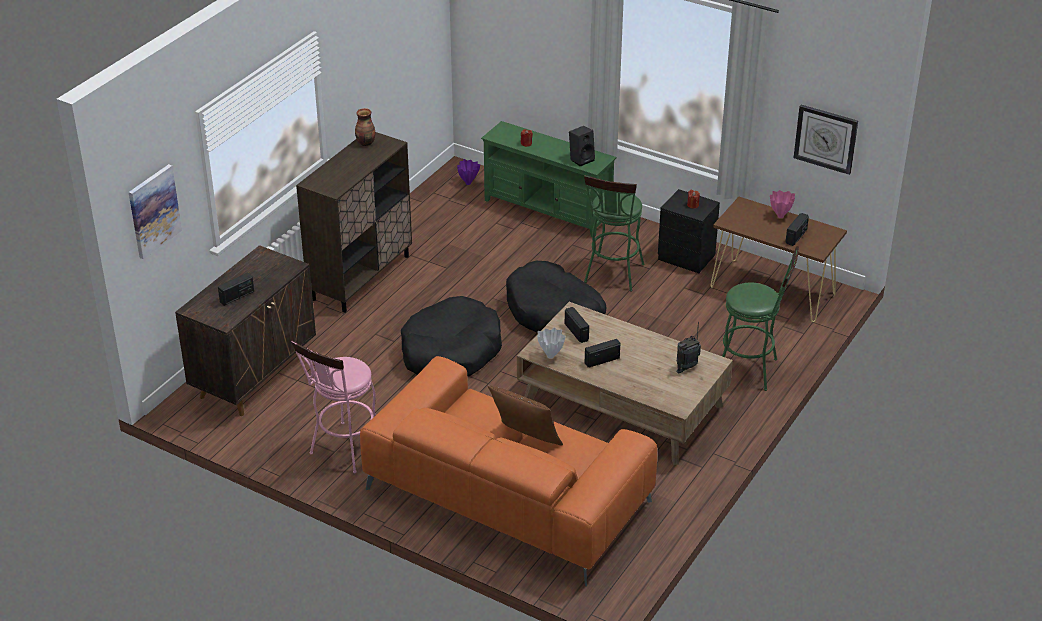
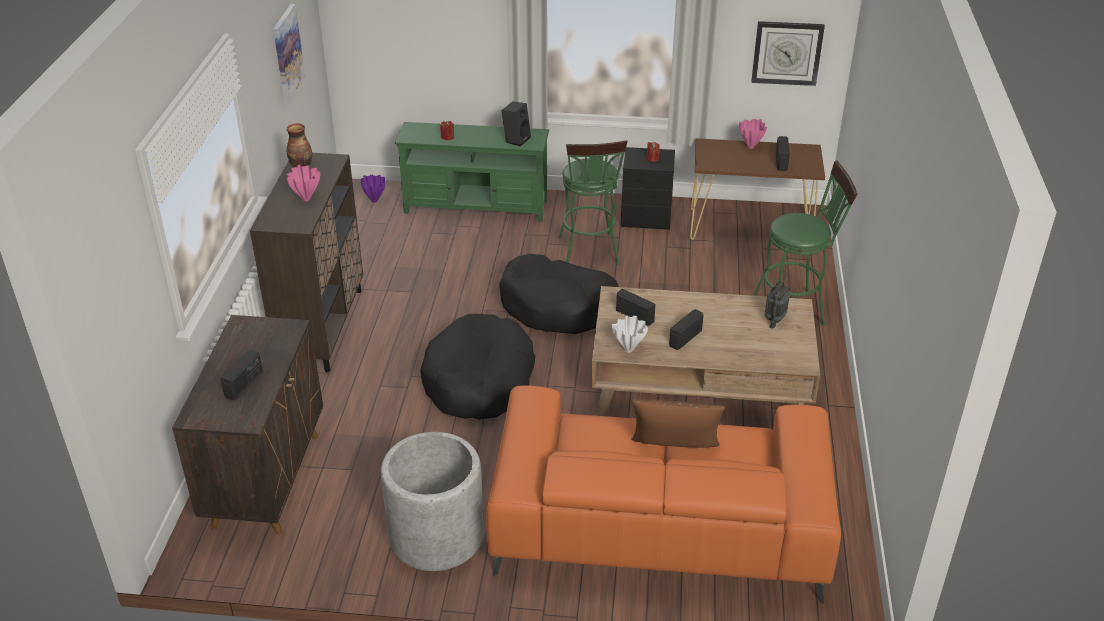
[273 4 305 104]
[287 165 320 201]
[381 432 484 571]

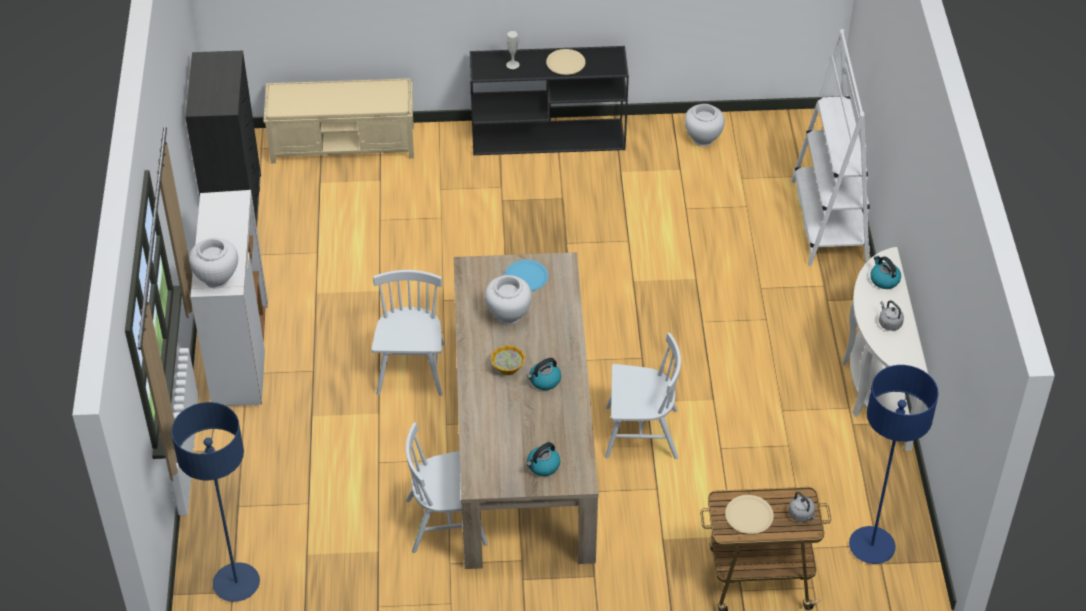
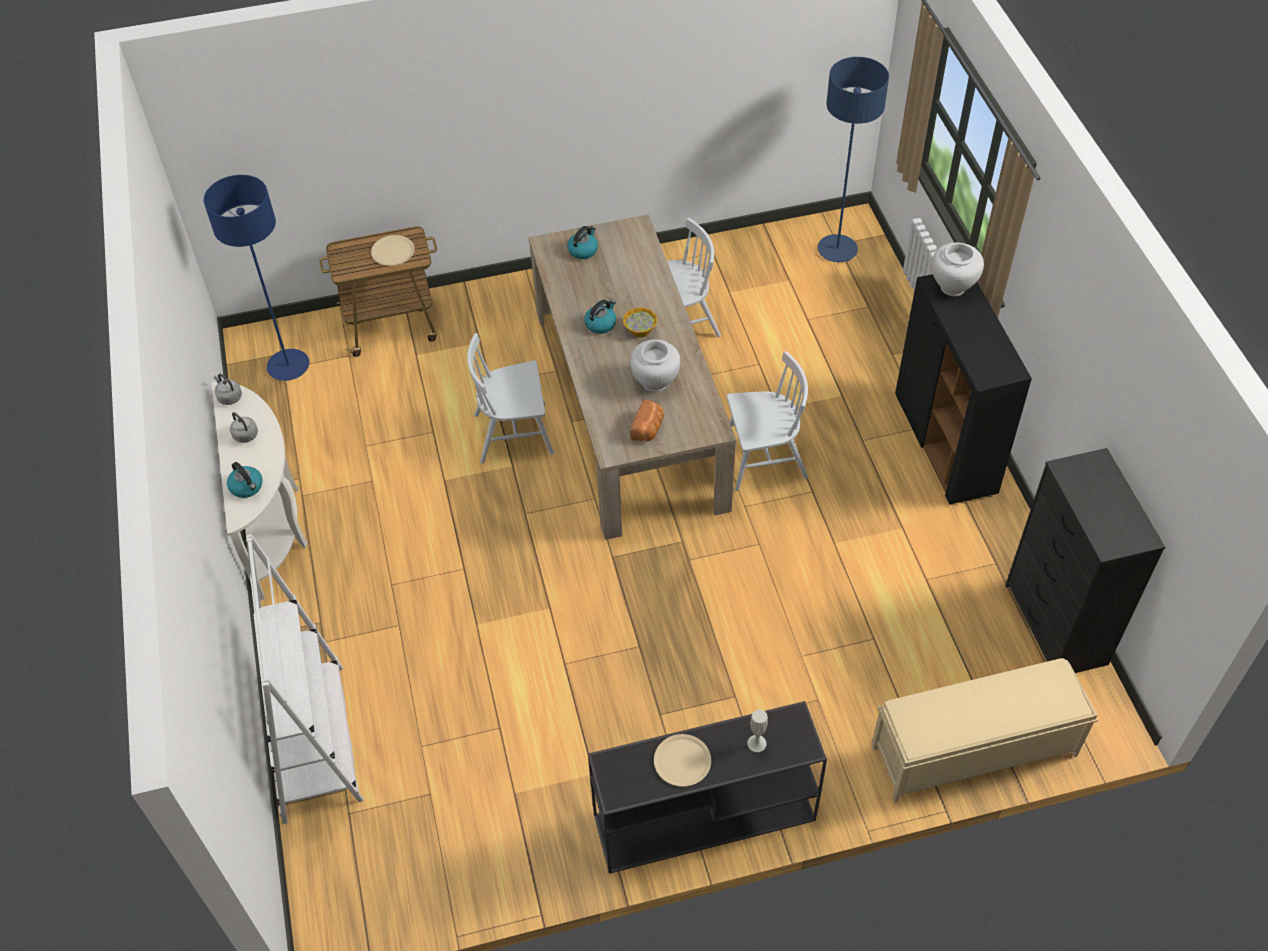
[214 374 242 405]
[630 399 664 441]
[727 351 808 491]
[895 274 1032 505]
[685 104 725 146] (first image)

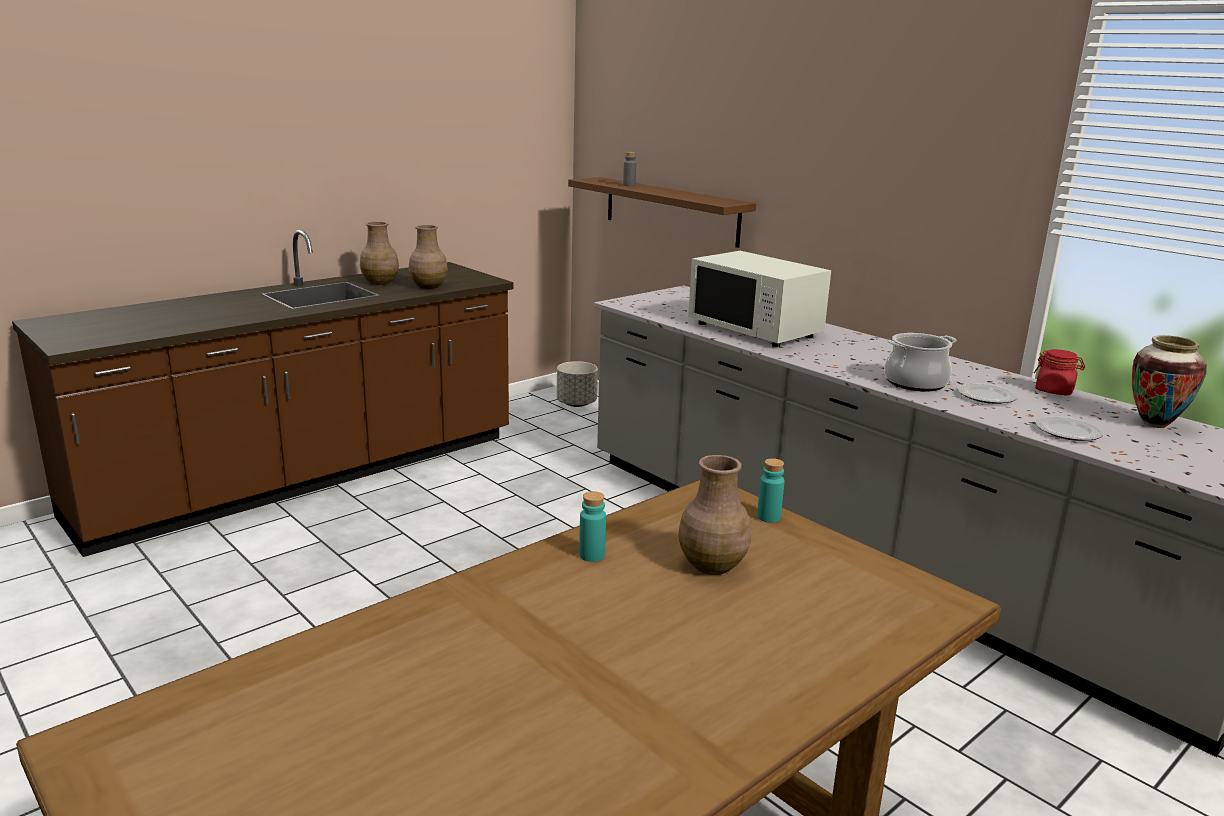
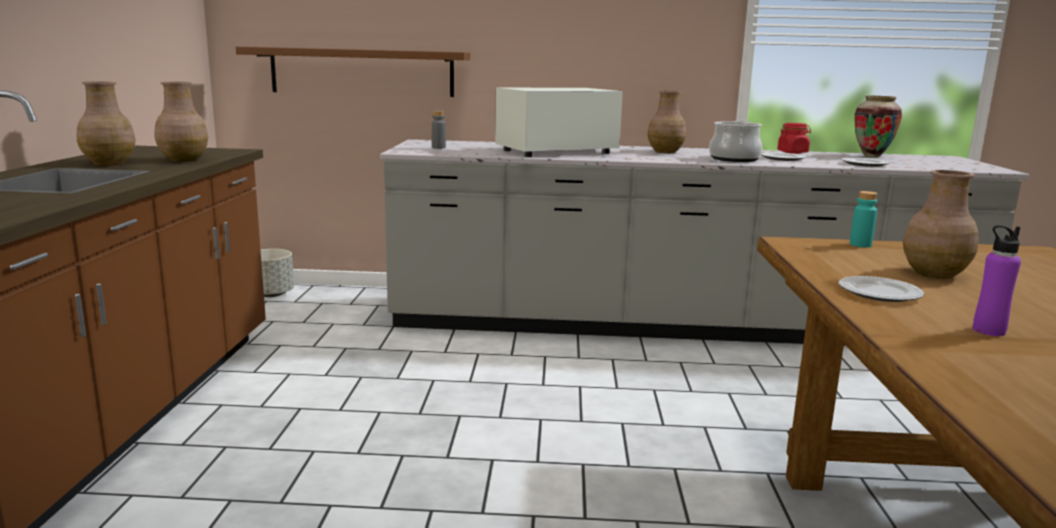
[431 111 446 149]
[495 87 623 157]
[647 91 686 153]
[839 276 924 302]
[973 225 1021 336]

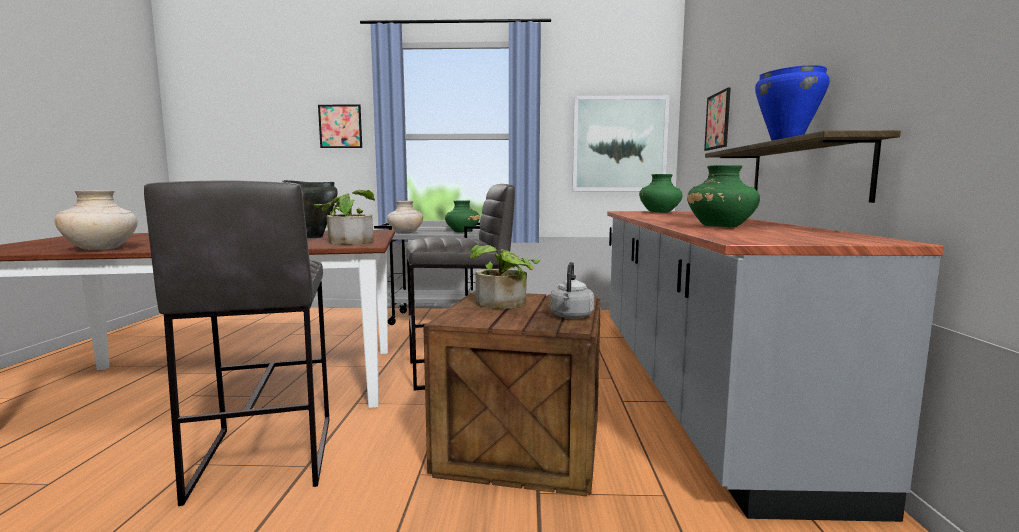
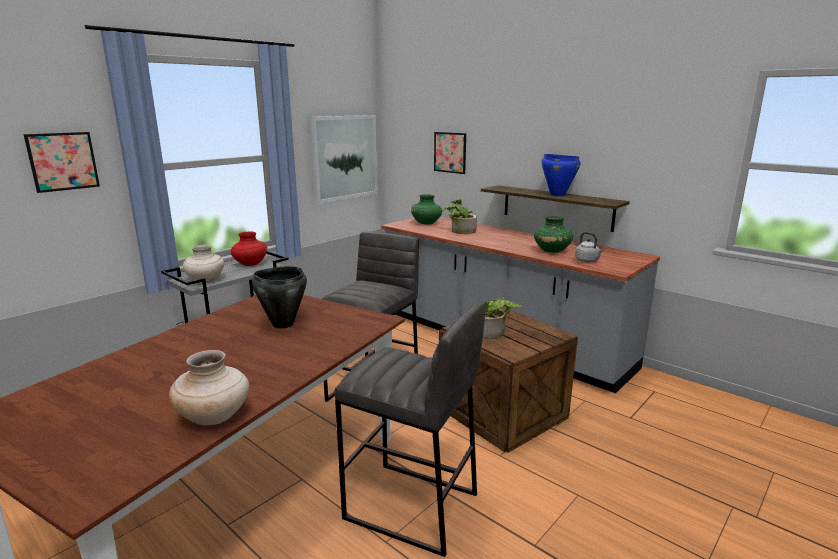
[231 232 268 266]
[441 199 477 234]
[575 232 604 263]

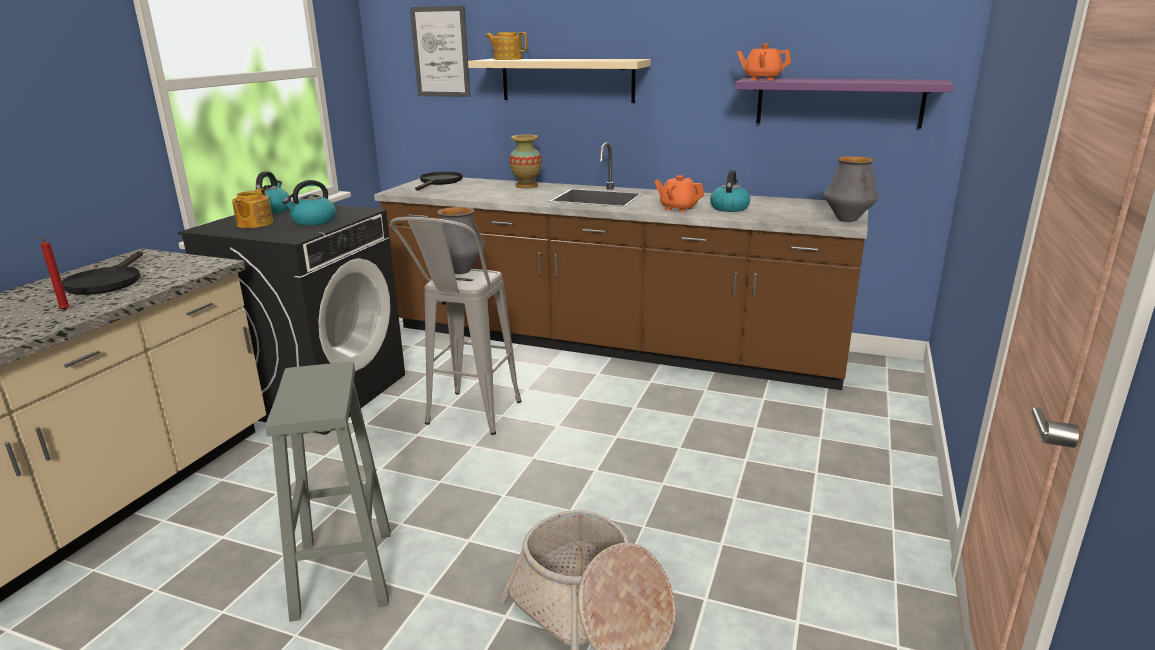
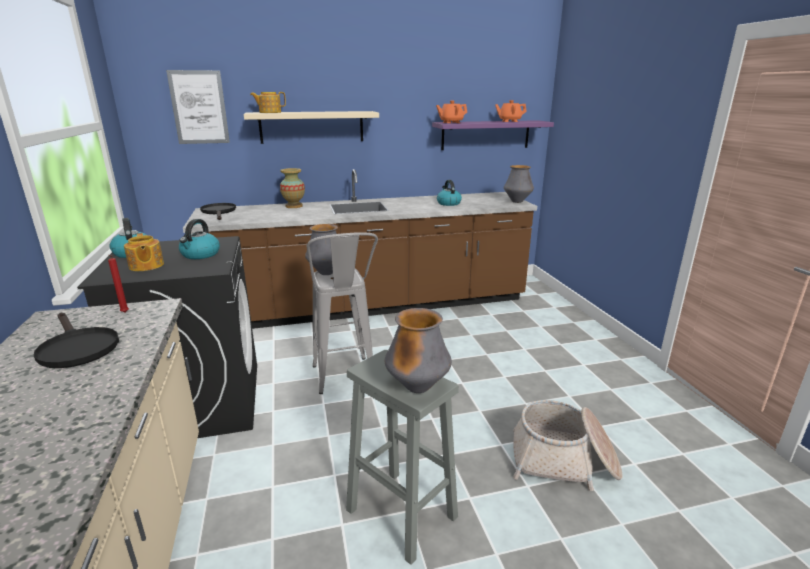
[108 255 129 312]
[385 308 452 393]
[495 100 527 122]

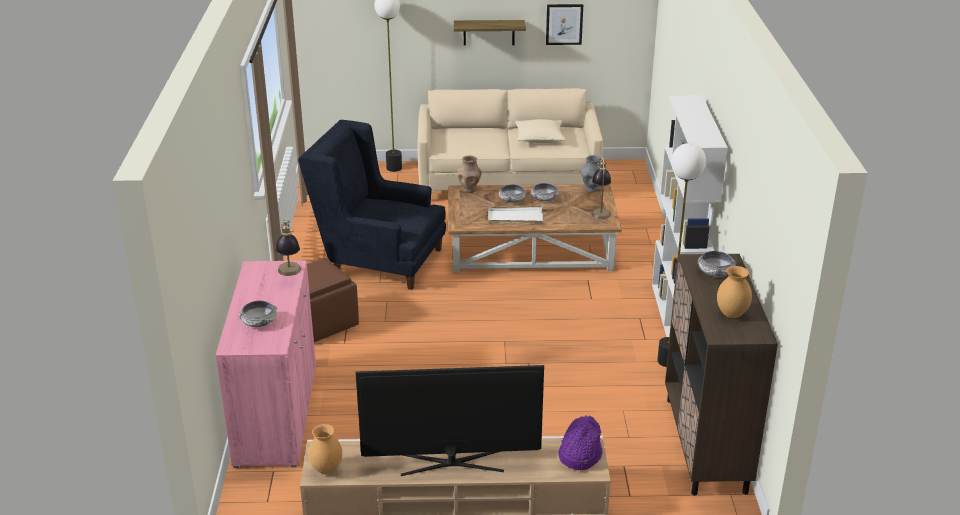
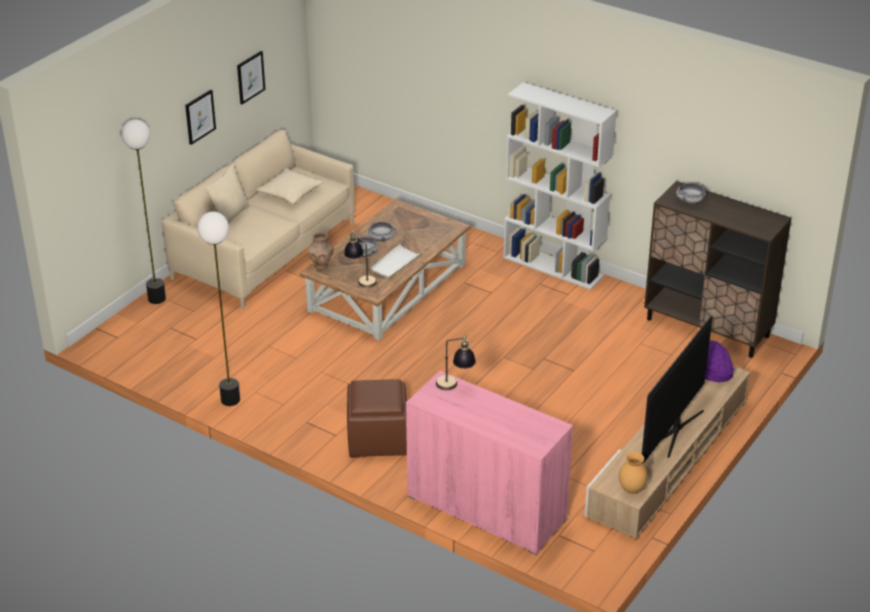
[185 90 216 145]
[197 212 240 406]
[205 164 250 224]
[344 231 377 288]
[239 301 277 327] (first image)
[298 120 446 290] (first image)
[581 155 601 192] (first image)
[717 266 752 318] (first image)

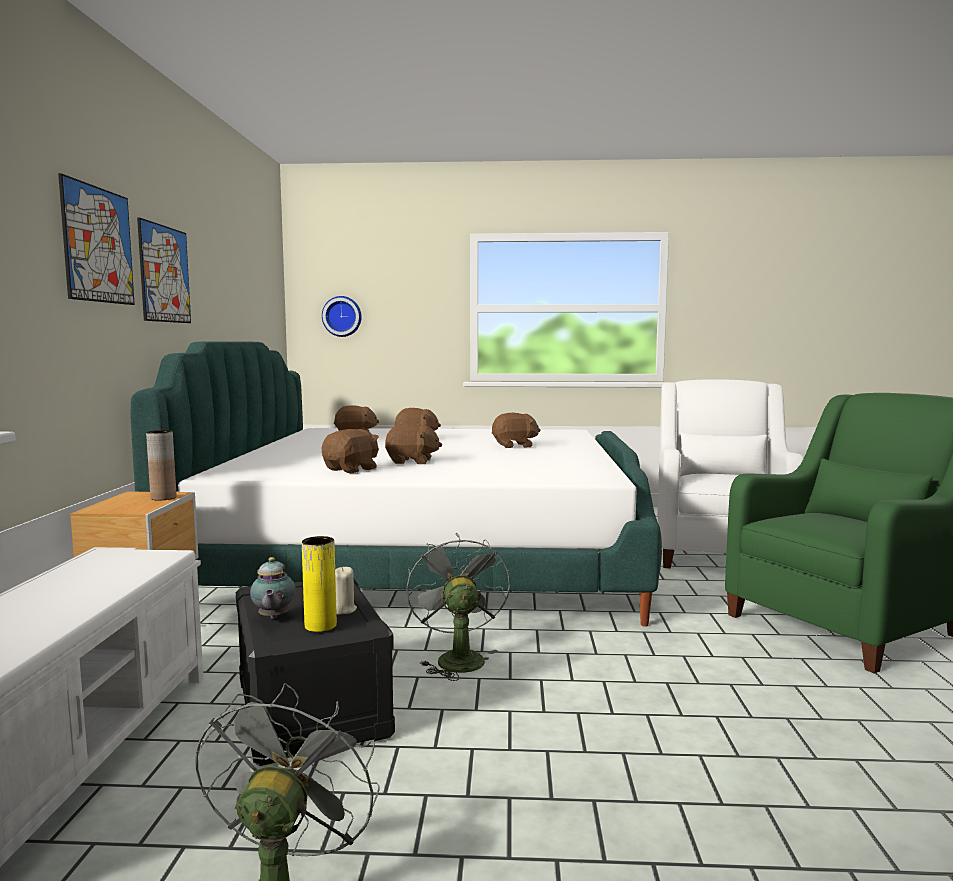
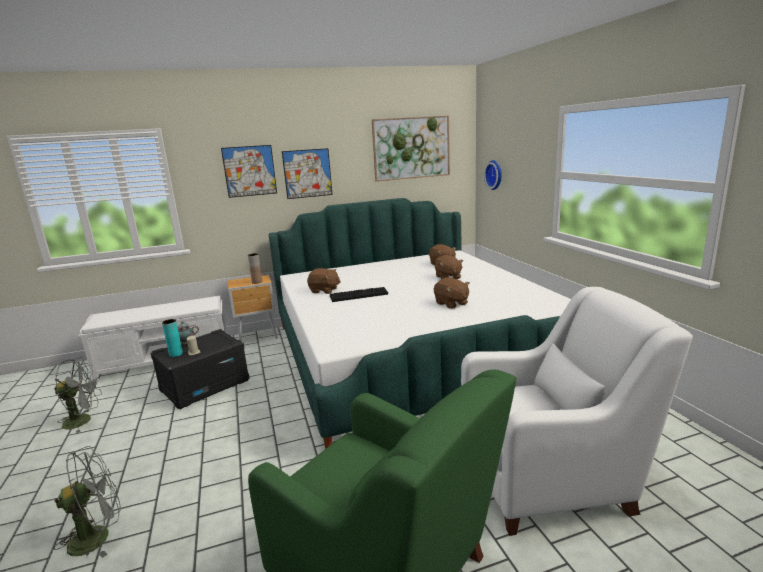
[54 446 121 558]
[162 319 183 357]
[330 287 388 302]
[372 116 450 182]

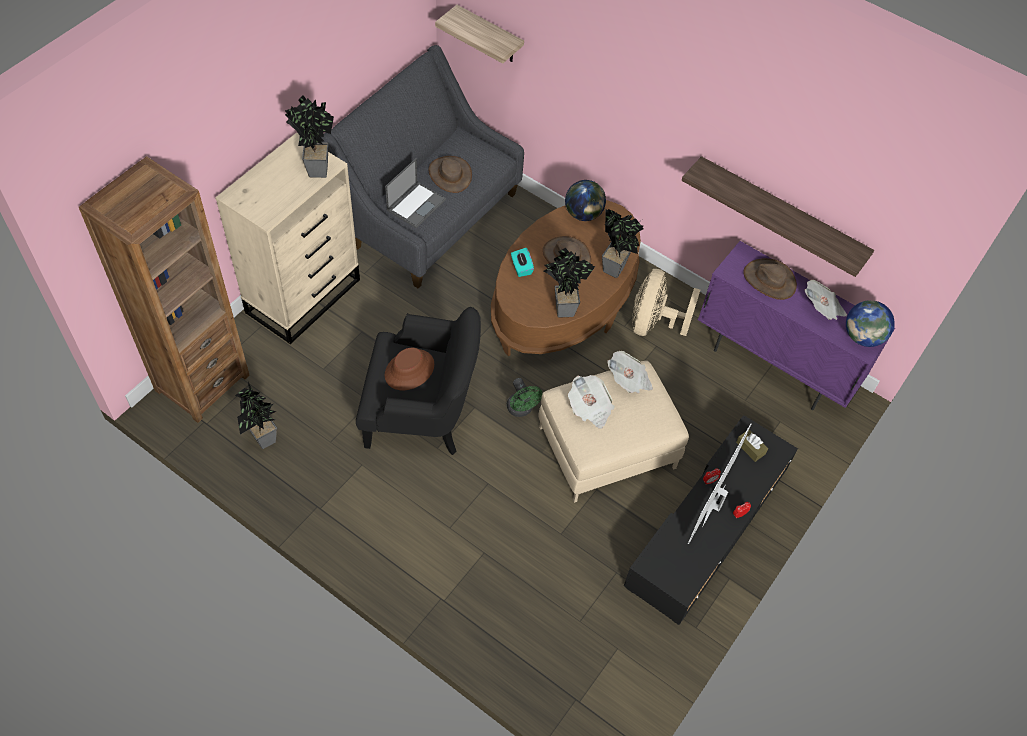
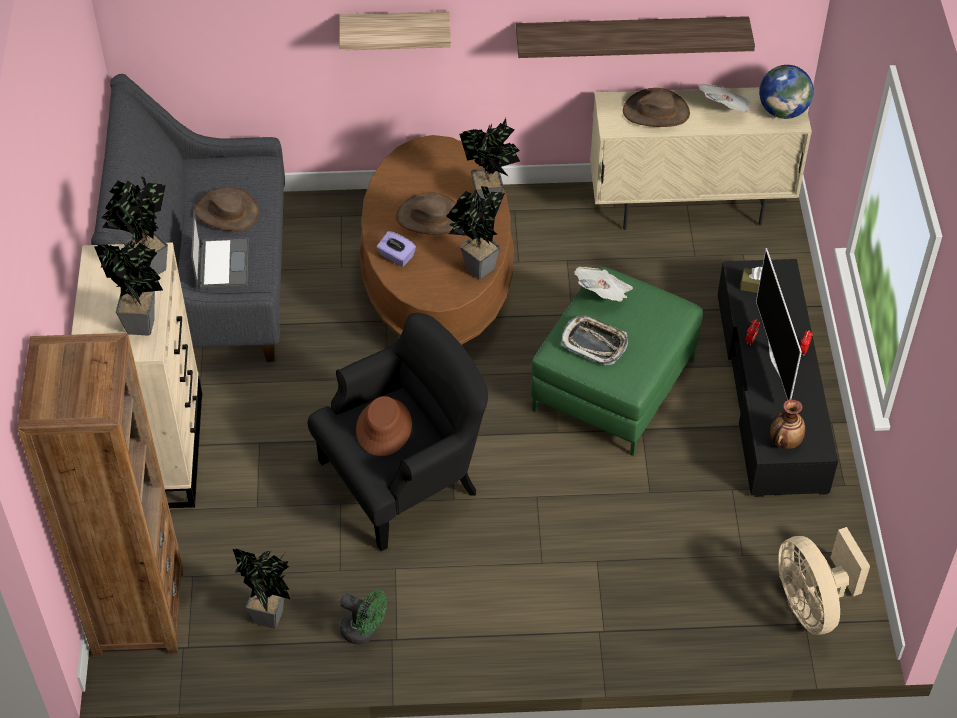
[94 238 163 336]
[339 11 451 51]
[340 590 387 645]
[377 231 416 267]
[530 266 703 456]
[561 315 628 365]
[590 87 812 230]
[770 399 805 449]
[778 527 870 635]
[565 180 606 221] (first image)

